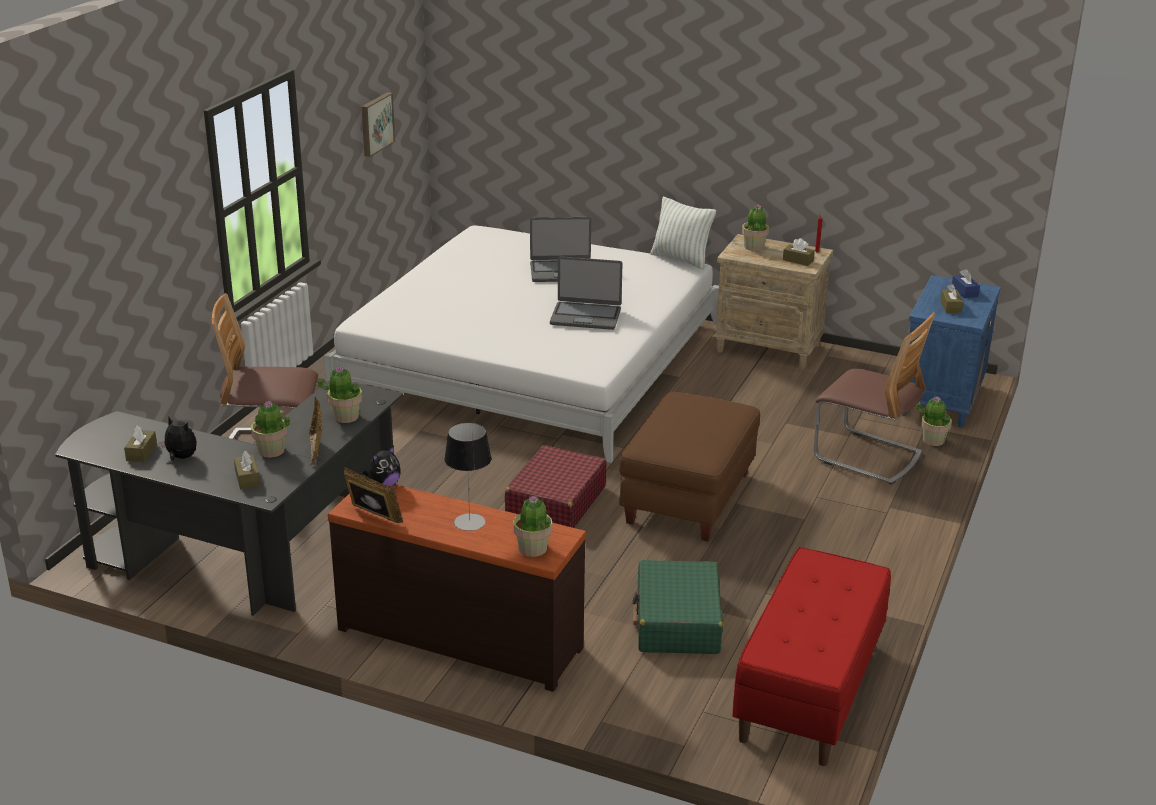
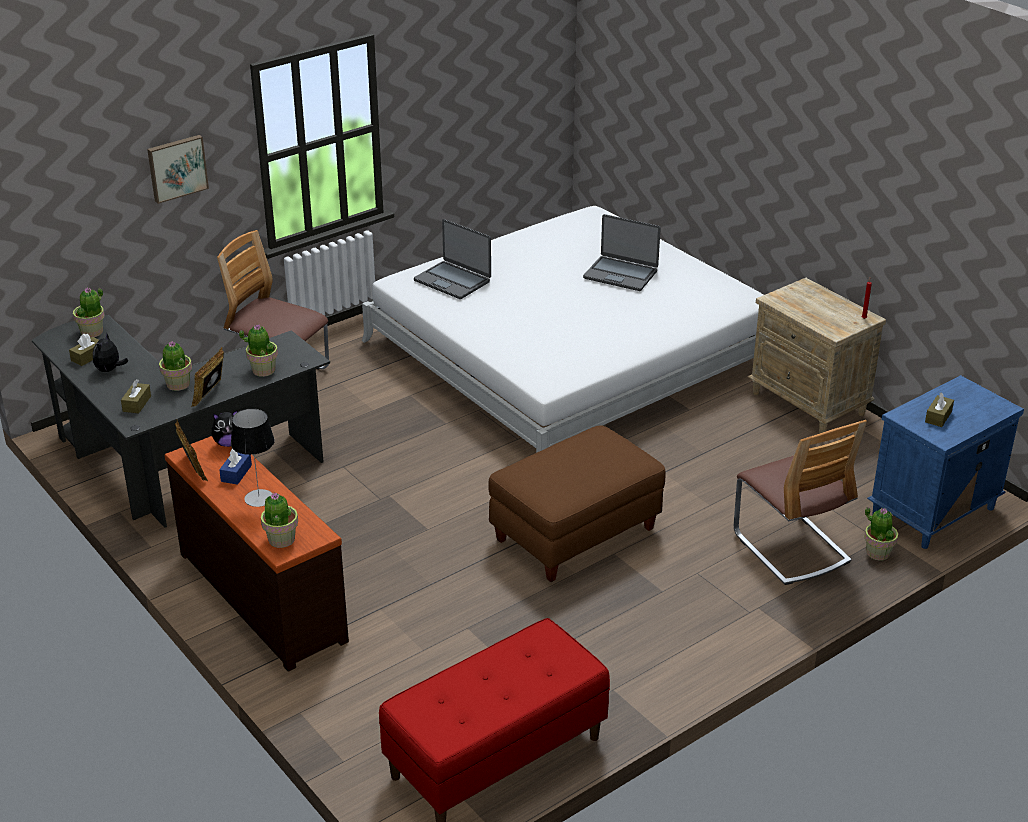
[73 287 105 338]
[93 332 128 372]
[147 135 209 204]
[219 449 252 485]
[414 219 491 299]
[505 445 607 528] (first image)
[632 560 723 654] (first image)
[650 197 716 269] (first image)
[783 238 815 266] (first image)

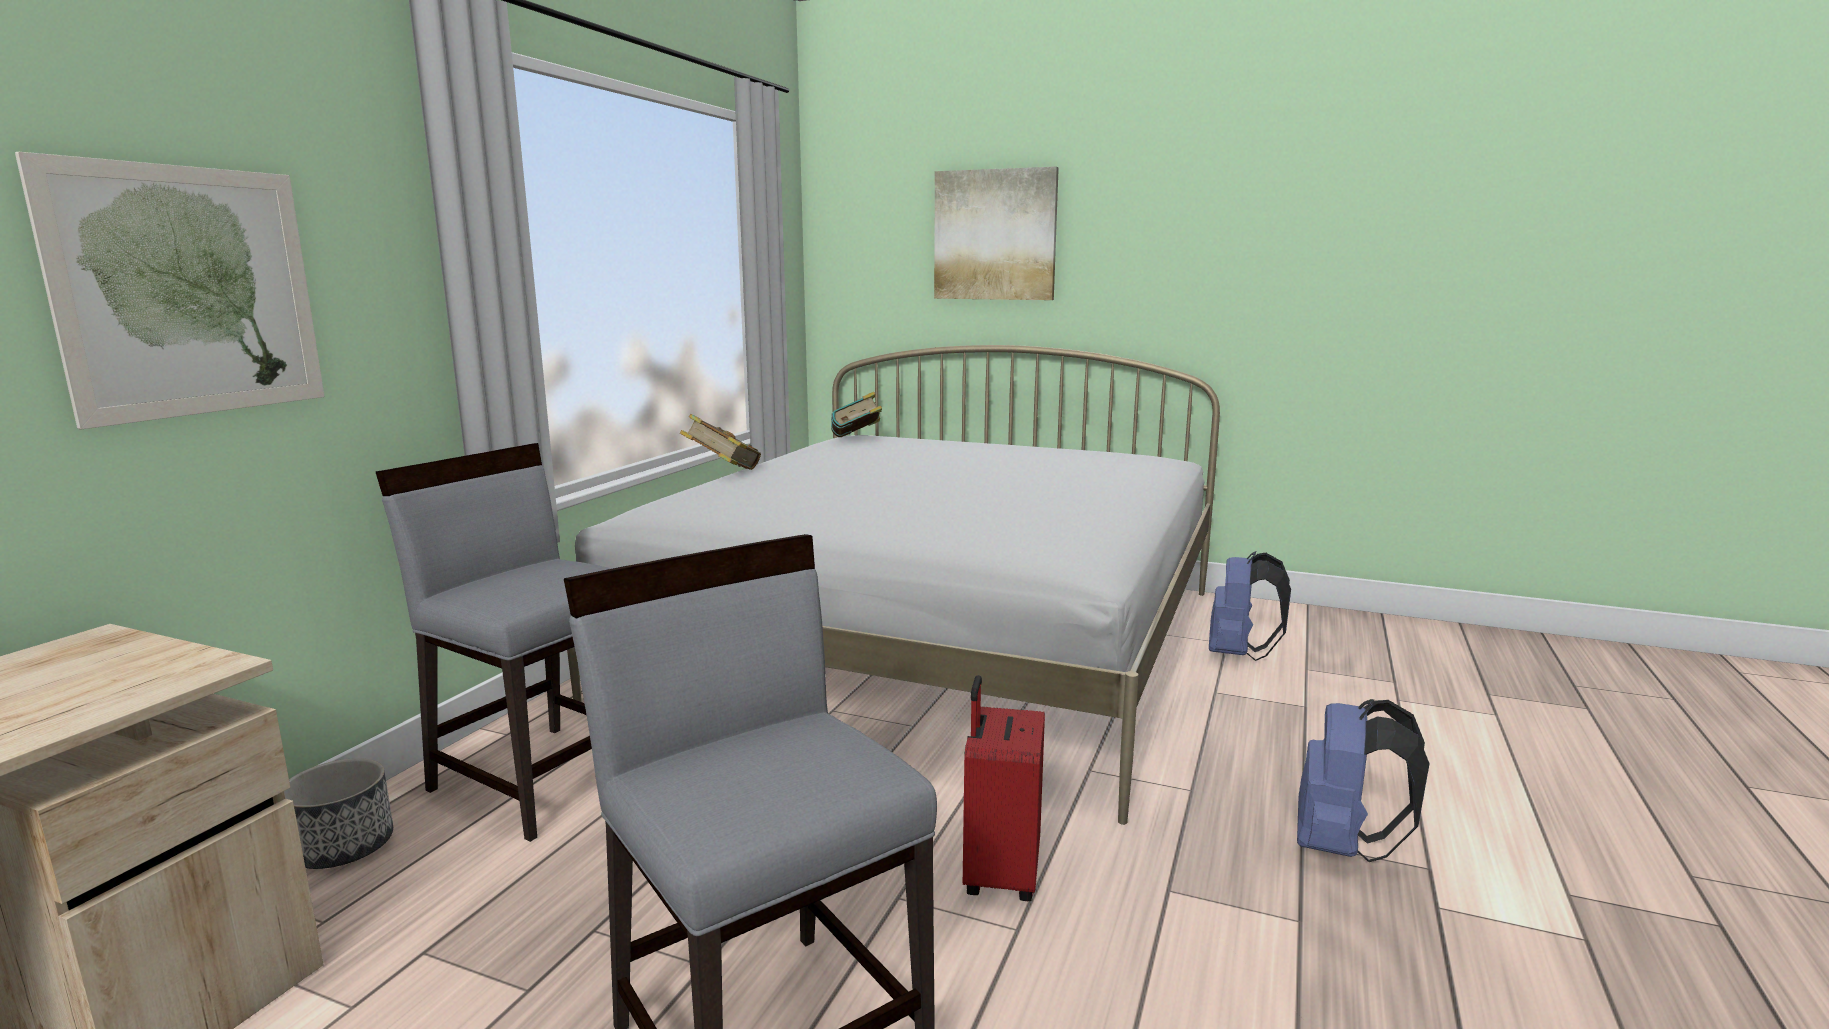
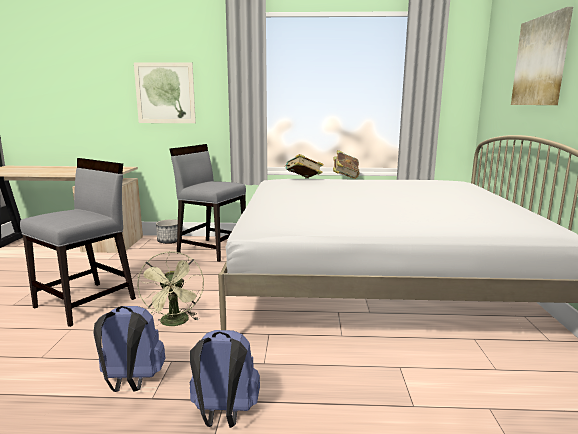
[93 306 165 392]
[137 251 204 326]
[170 144 246 262]
[286 154 324 178]

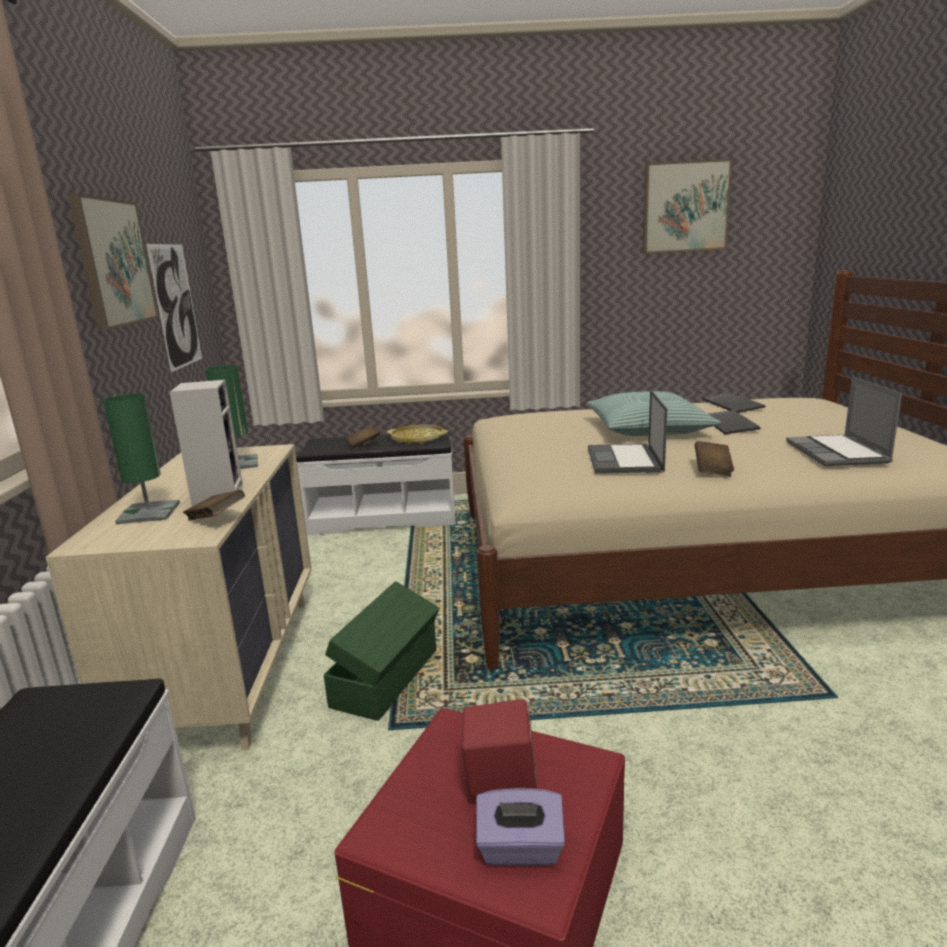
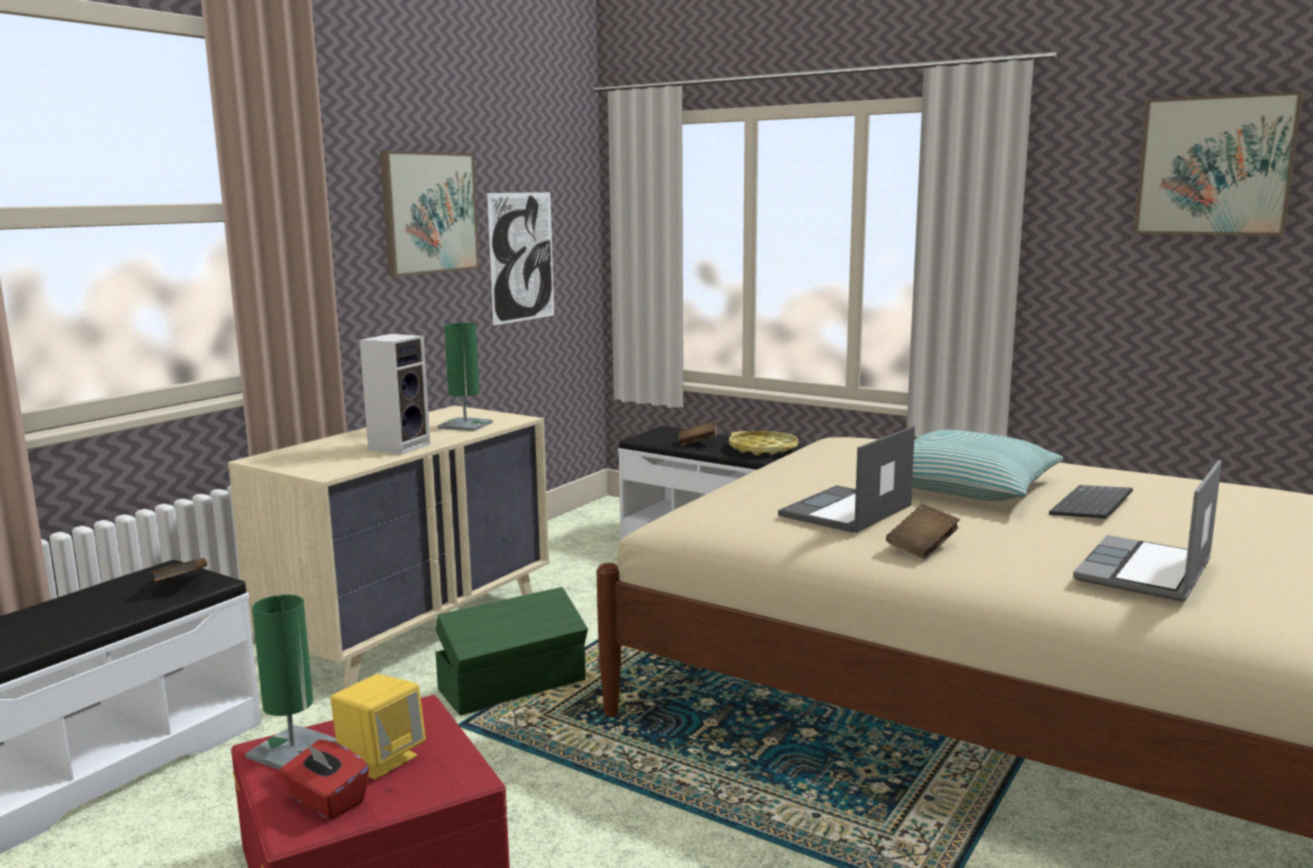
[151 558 207 582]
[245 595 337 770]
[280 740 369 820]
[330 674 426 779]
[703 393 765 413] (first image)

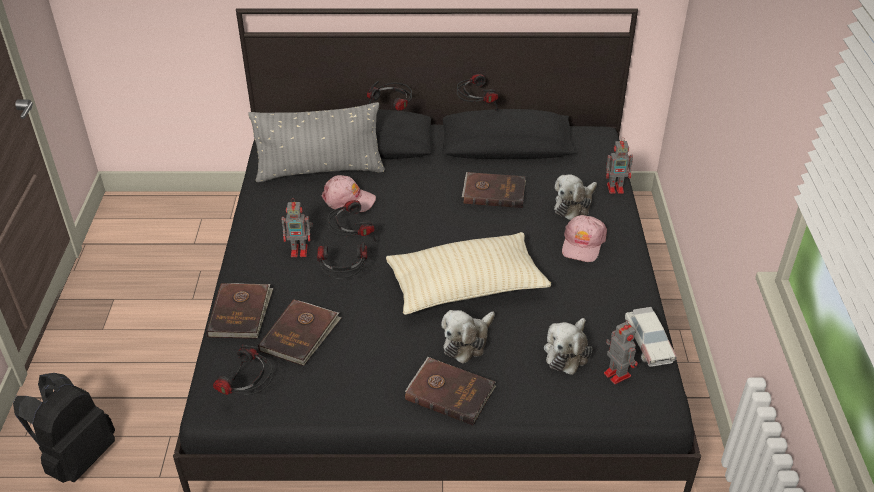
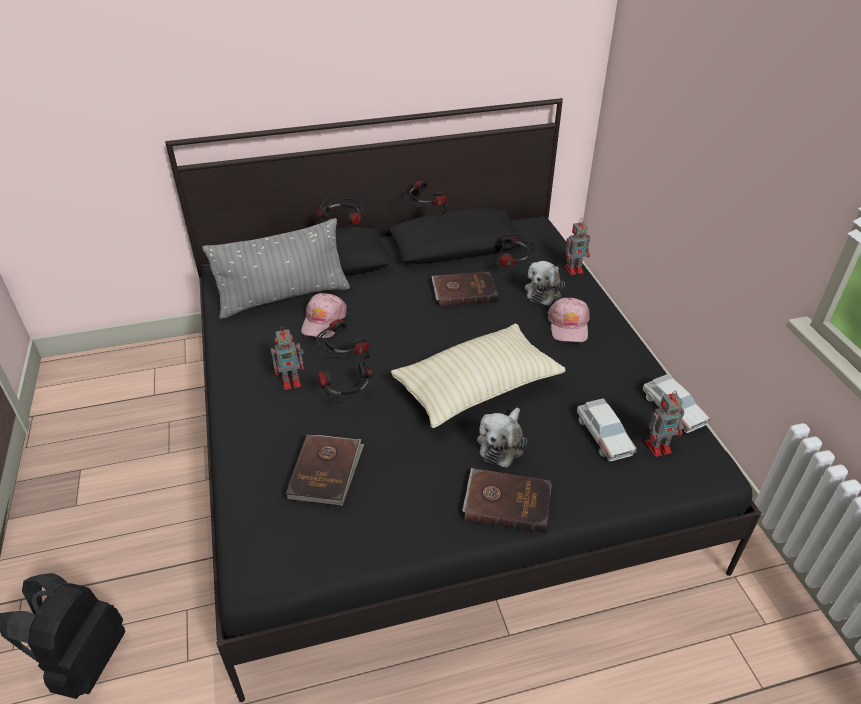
[301 293 347 338]
[496 233 537 266]
[577 398 637 461]
[645 391 684 457]
[206 283 273 339] (first image)

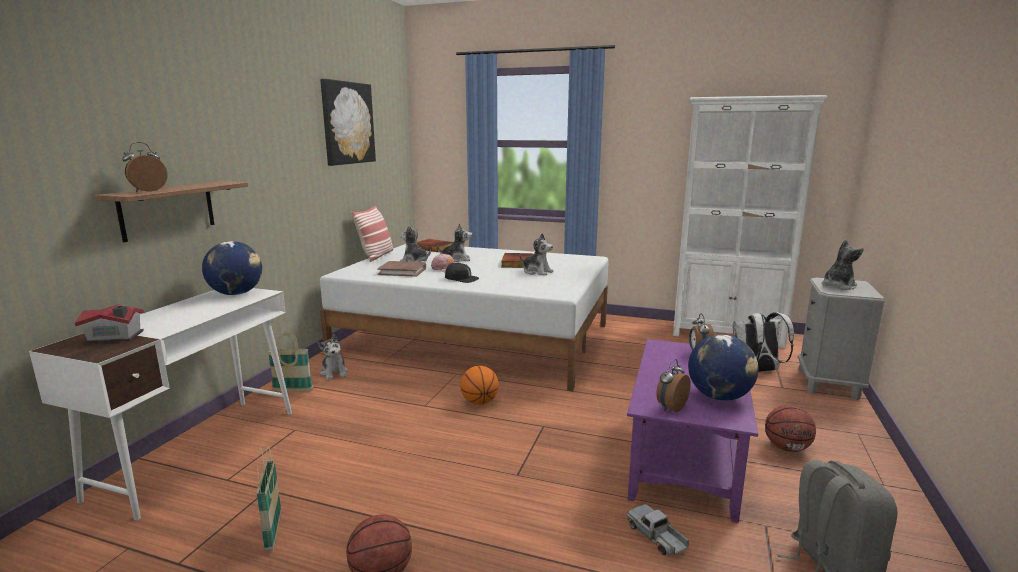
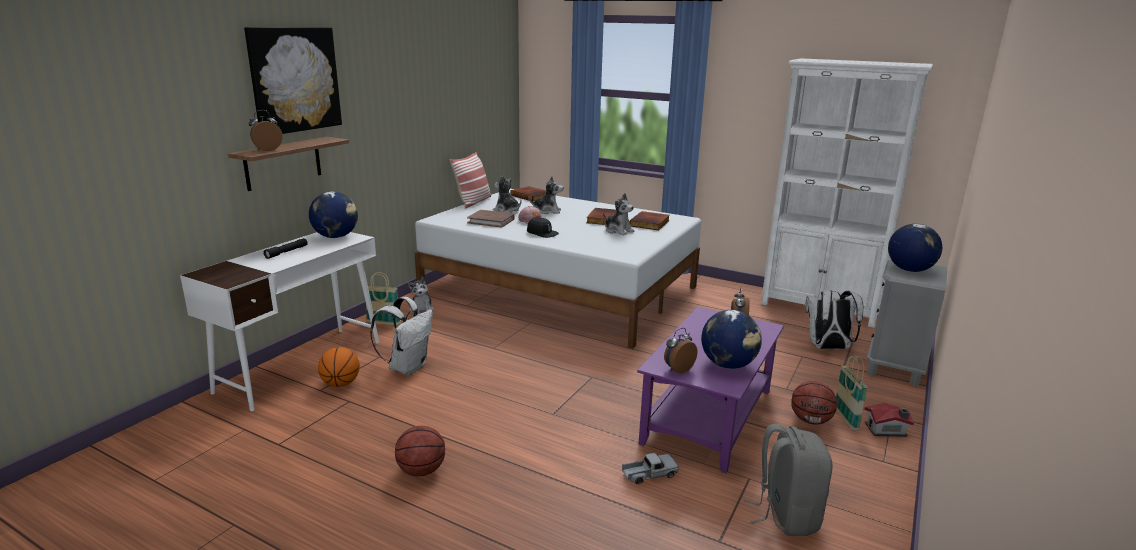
[244 27 342 134]
[263 238 308 259]
[318 347 360 387]
[370 297 433 375]
[622 453 679 484]
[630 211 670 230]
[836 356 868 430]
[864 403 914 437]
[888 224 942 272]

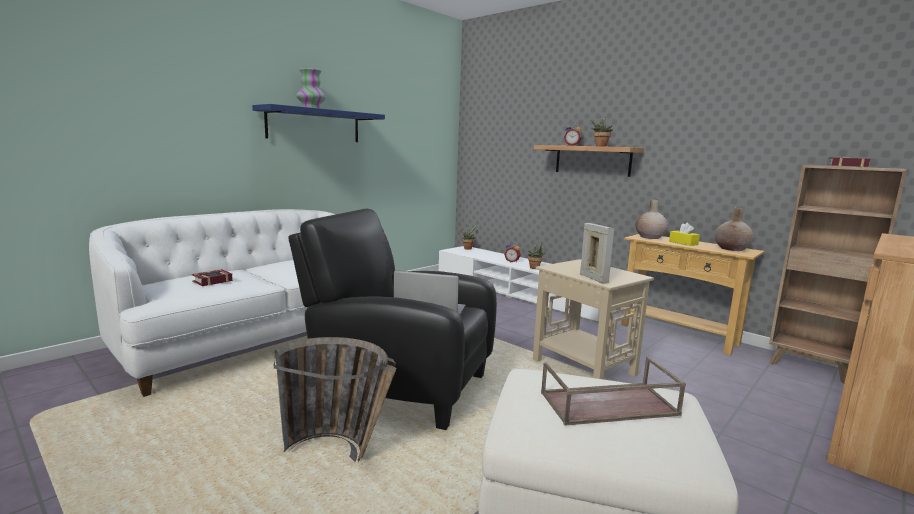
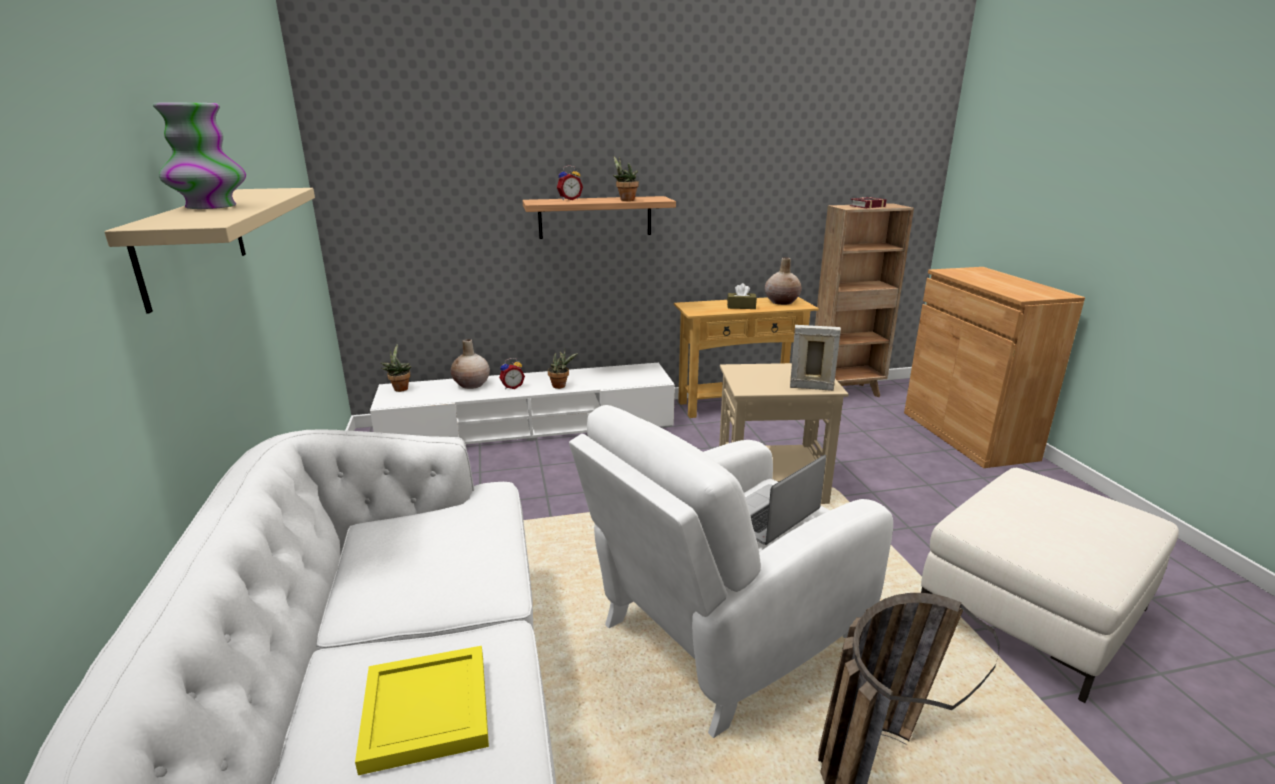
[104 188 315 314]
[355 646 489 775]
[451 339 490 389]
[569 405 893 738]
[727 283 757 309]
[541 357 686 426] (first image)

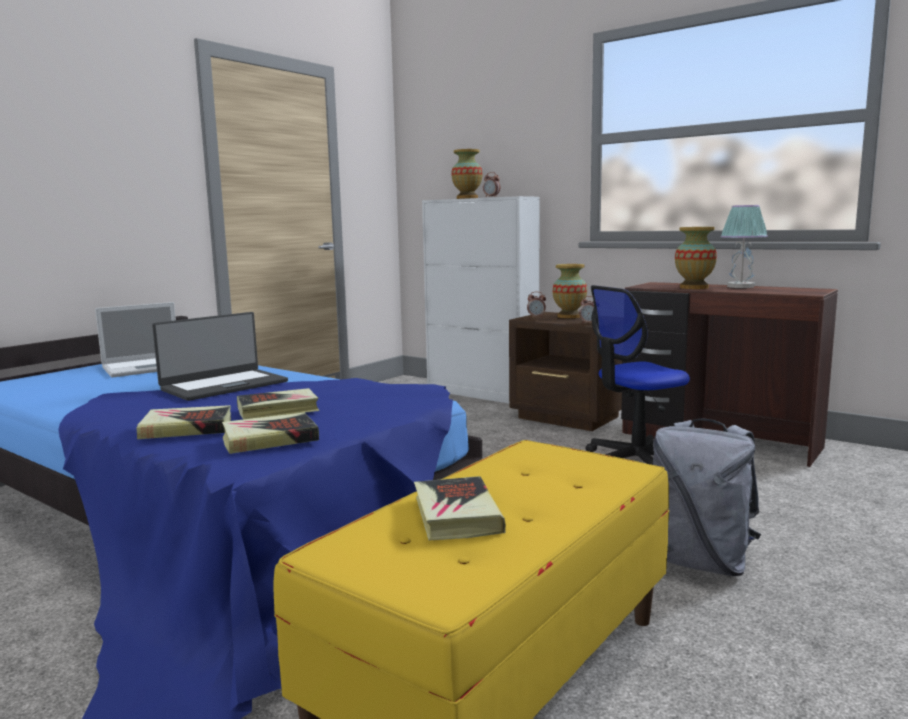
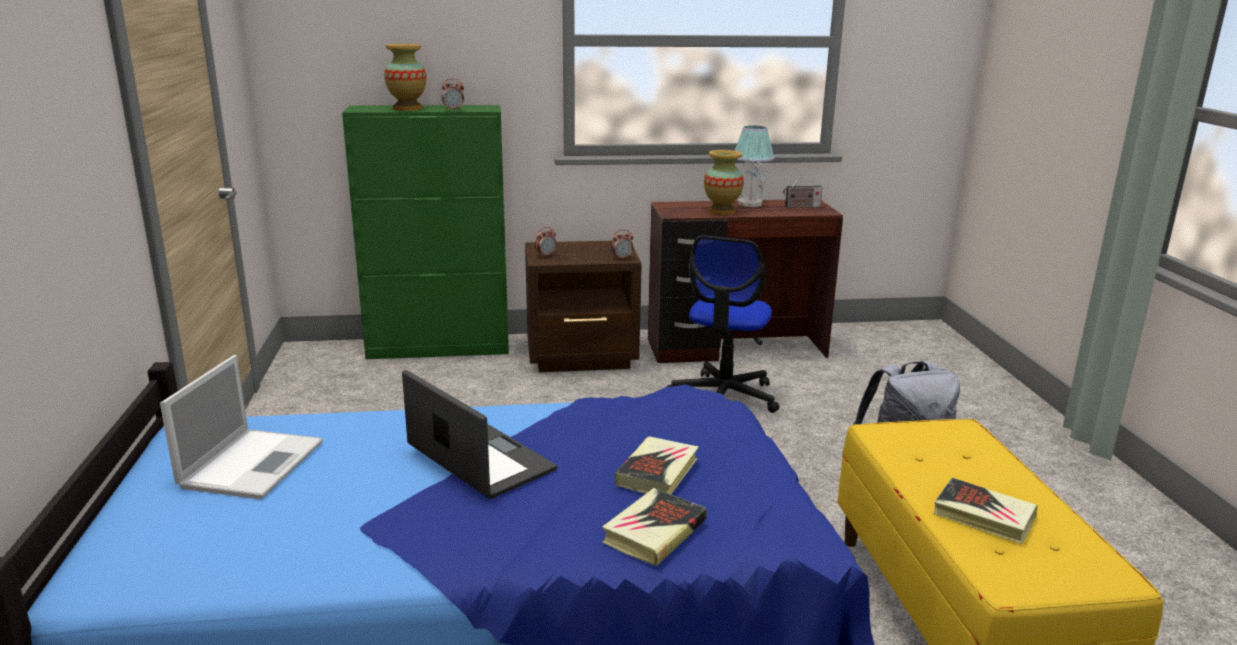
[342 105 509 359]
[402 370 557 499]
[783 175 822 208]
[222 412 319 454] (first image)
[552 264 587 318] (first image)

